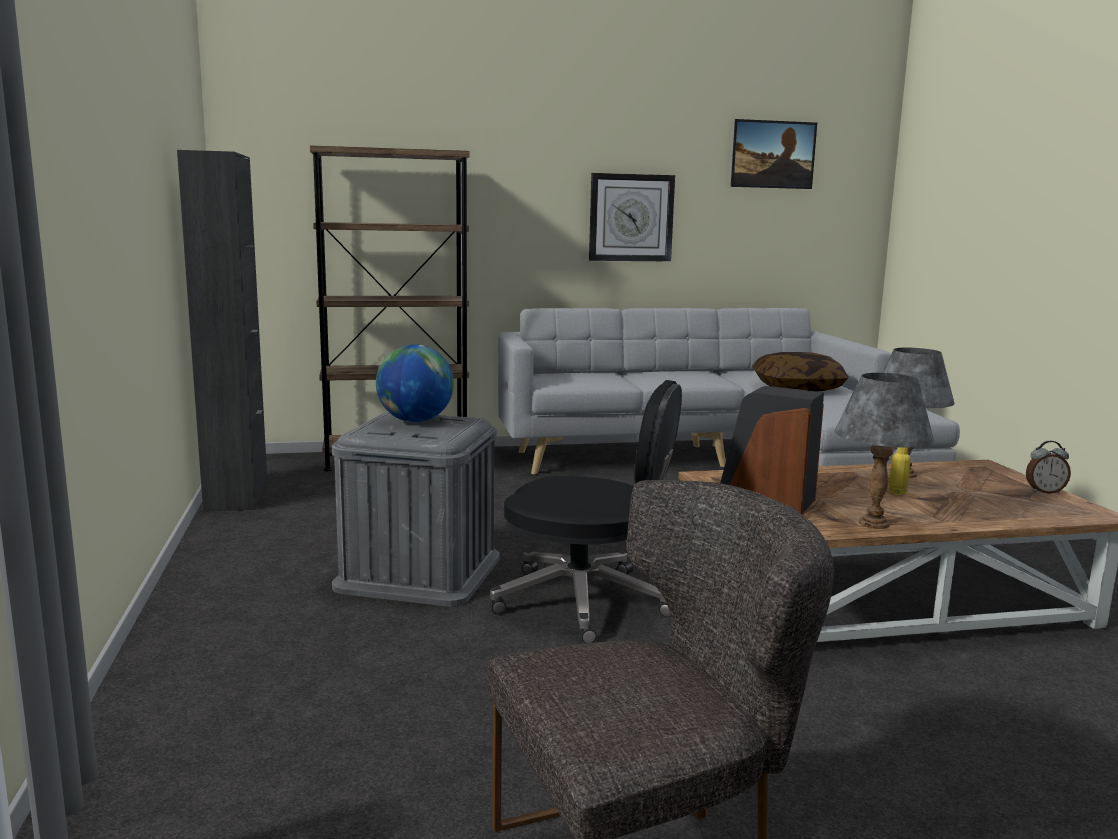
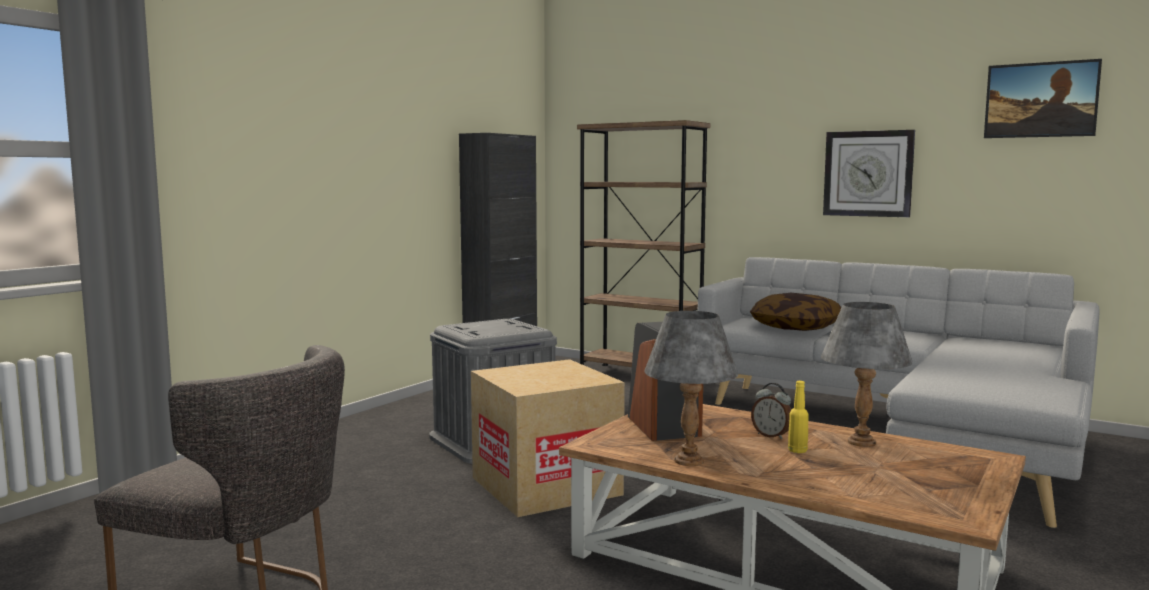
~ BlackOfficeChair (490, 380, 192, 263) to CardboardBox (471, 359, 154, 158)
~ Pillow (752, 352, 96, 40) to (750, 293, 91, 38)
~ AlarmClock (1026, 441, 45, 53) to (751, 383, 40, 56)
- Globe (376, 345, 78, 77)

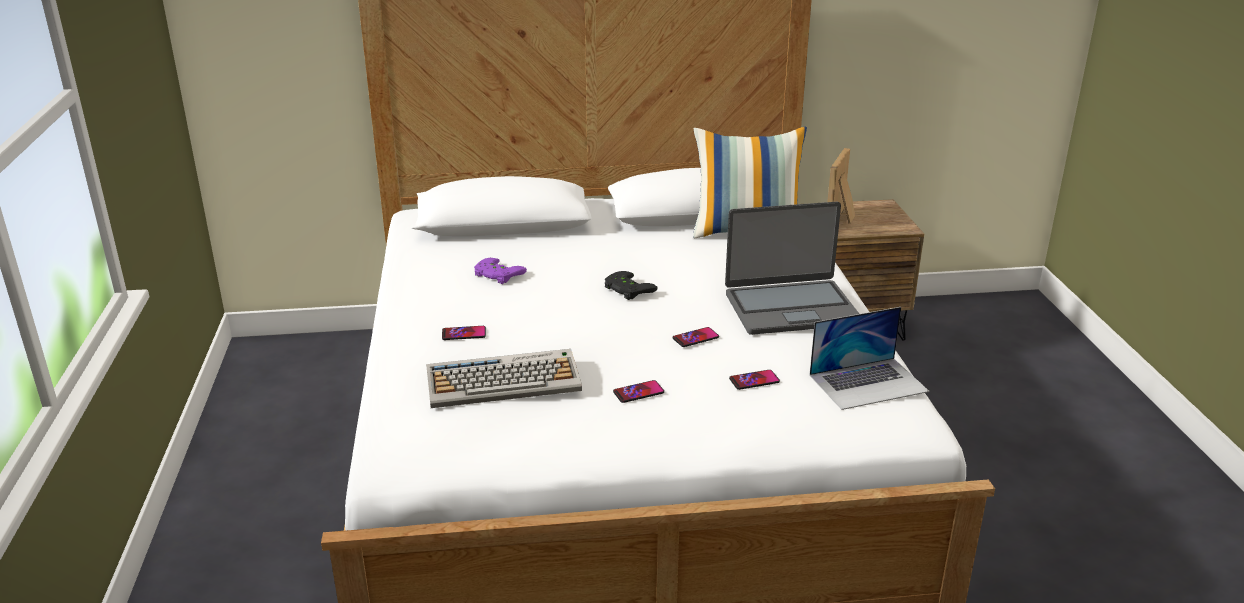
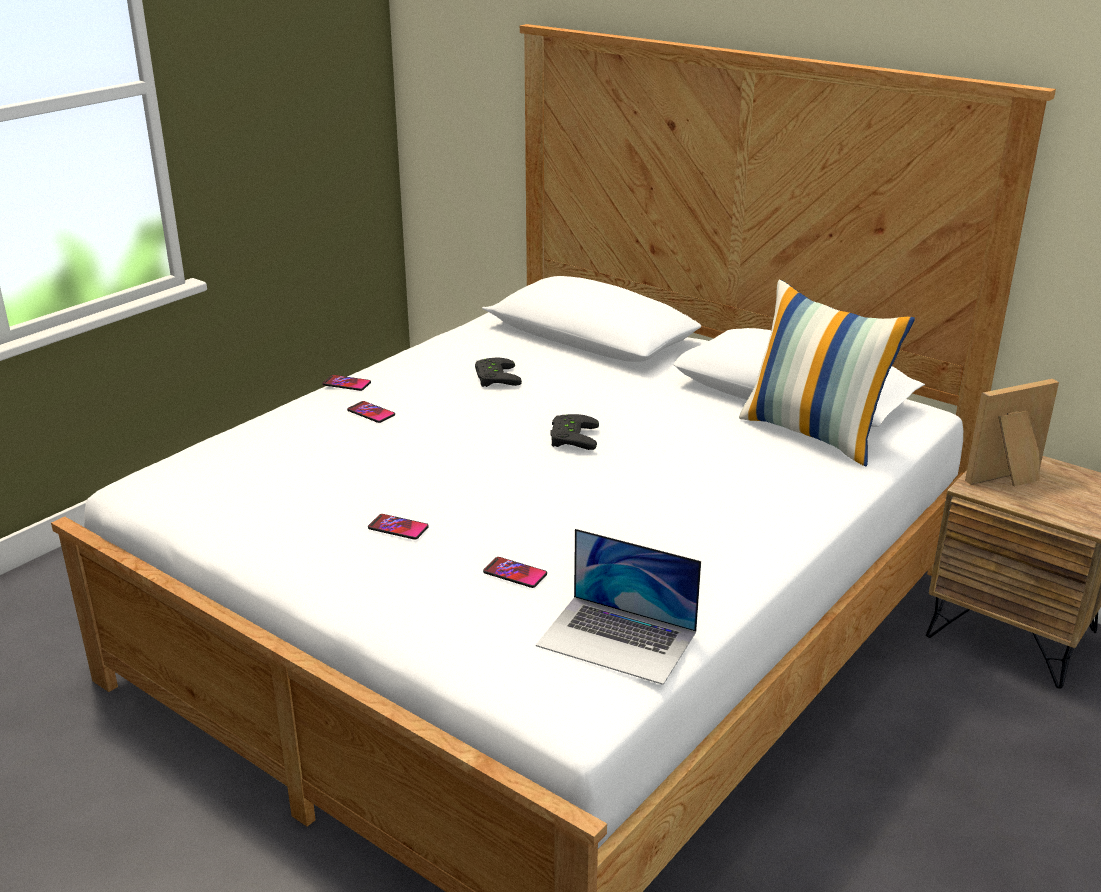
~ Phone (673, 327, 46, 20) to (322, 375, 49, 16)
~ PurpleGameController (474, 258, 53, 26) to BlackGameController (475, 358, 47, 29)
- Keyboard (426, 349, 156, 59)
- Laptop (725, 202, 134, 133)

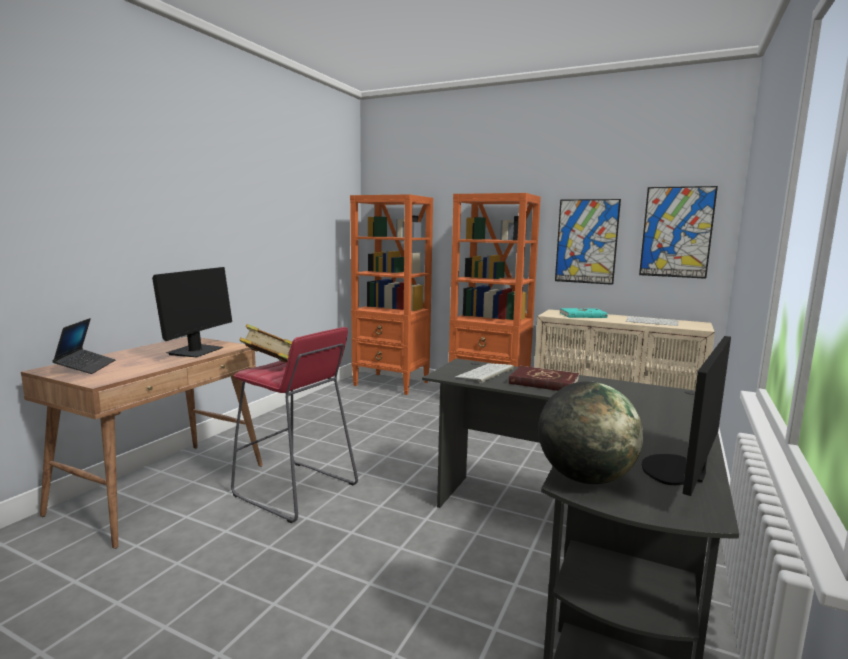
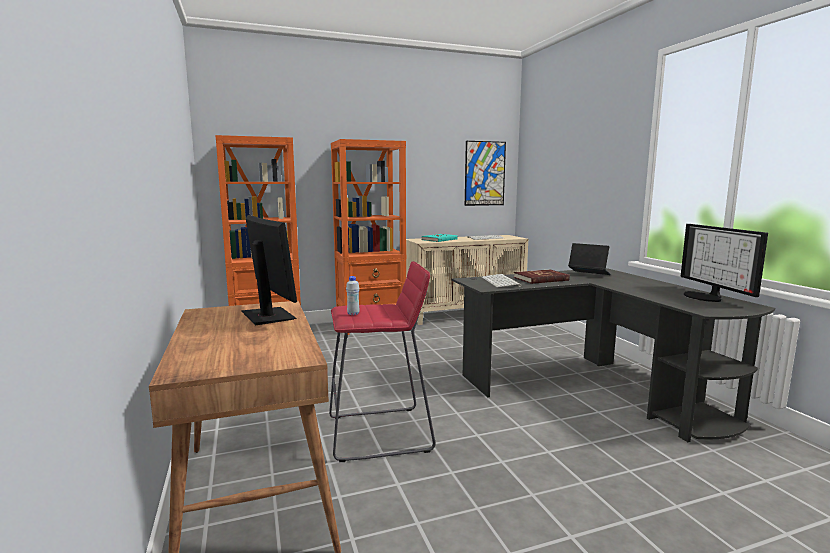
~ Book (240, 324, 52, 39) to WhiteBottle (346, 276, 13, 39)
~ Laptop (52, 318, 63, 56) to (568, 243, 43, 32)
- Globe (538, 381, 105, 103)
- Picture (555, 199, 66, 86)

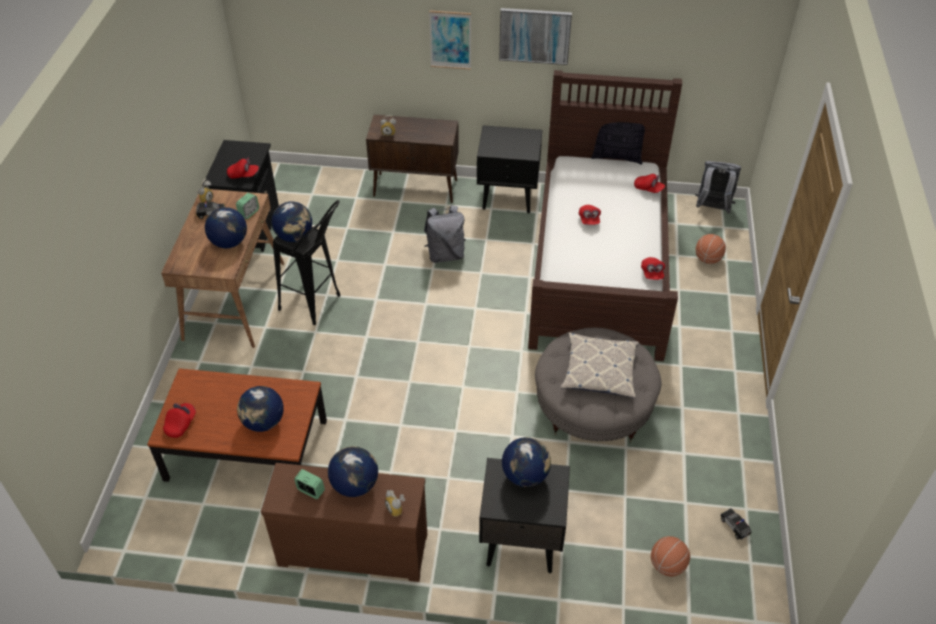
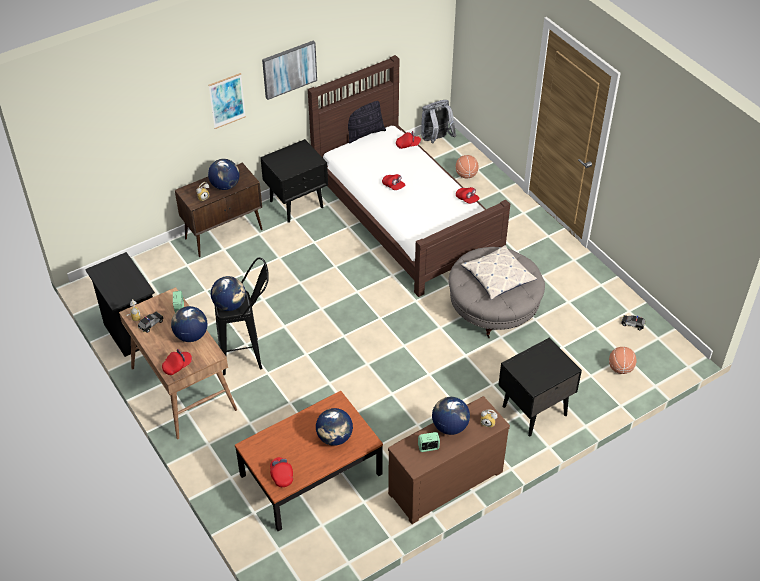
~ RedCap (227, 158, 32, 21) to (162, 349, 30, 26)
~ Globe (502, 437, 49, 50) to (208, 159, 32, 31)
- GreyBackpack (424, 205, 42, 58)

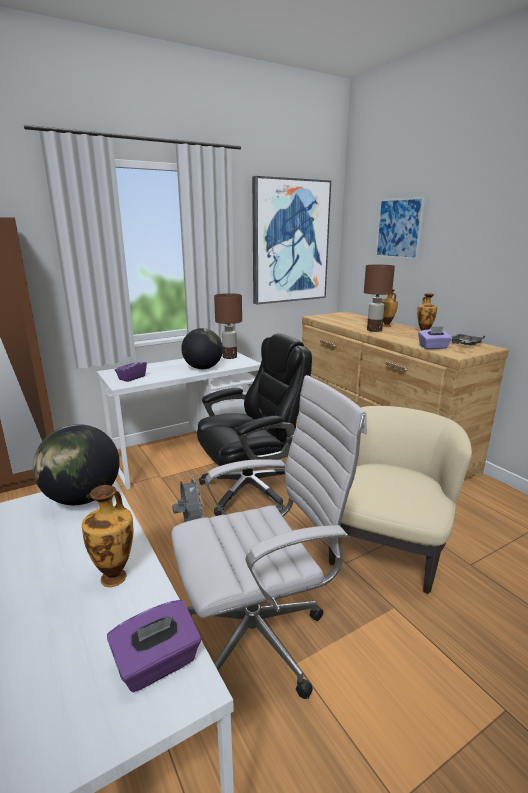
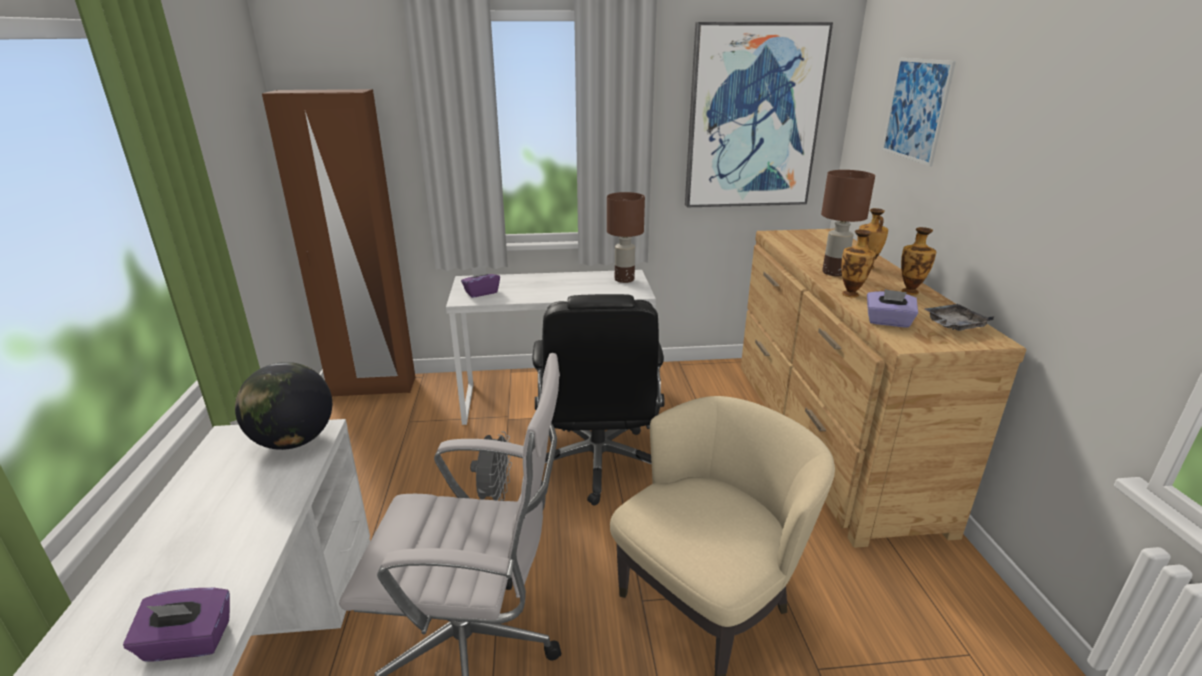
~ BlackOfficeChair (197, 333, 115, 183) = (532, 294, 133, 212) 90 degrees clockwise
~ Vase (82, 485, 51, 102) to (841, 229, 35, 68)
- Globe (181, 328, 42, 41)

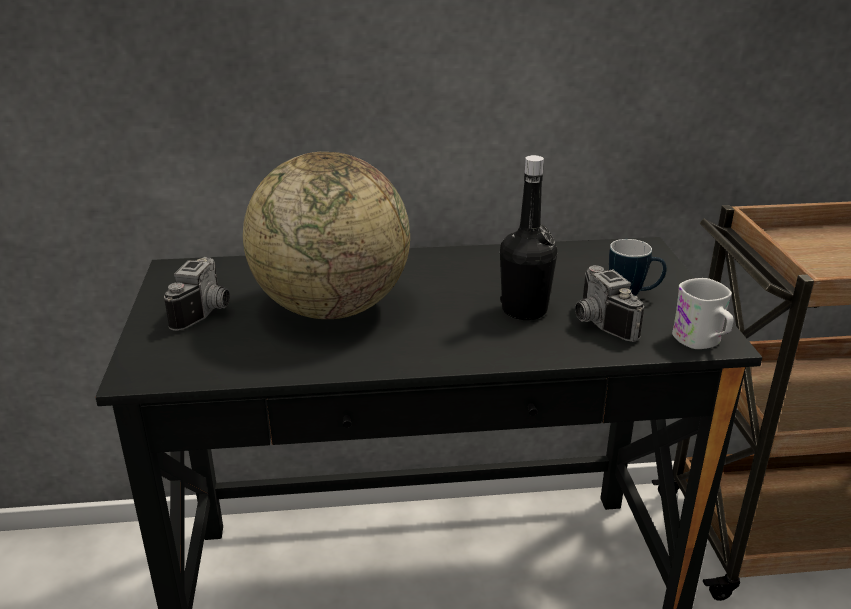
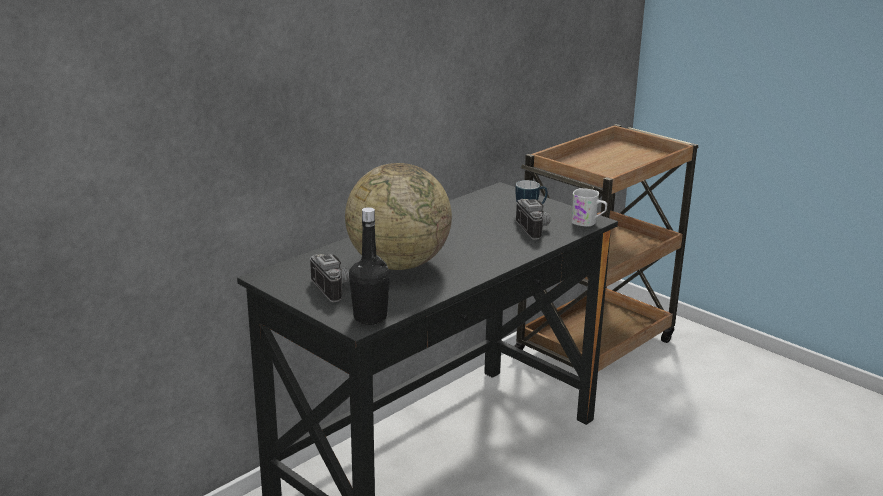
~ BlackBottle (500, 155, 57, 165) to (349, 207, 41, 118)
~ PhotoCamera (575, 265, 69, 77) = (516, 199, 35, 41) 135 degrees counterclockwise

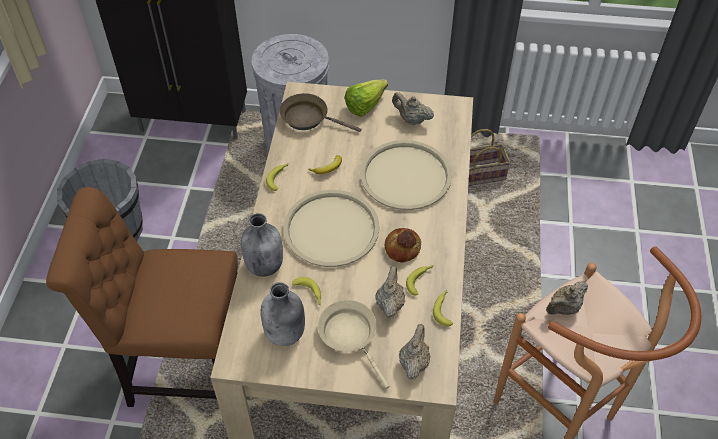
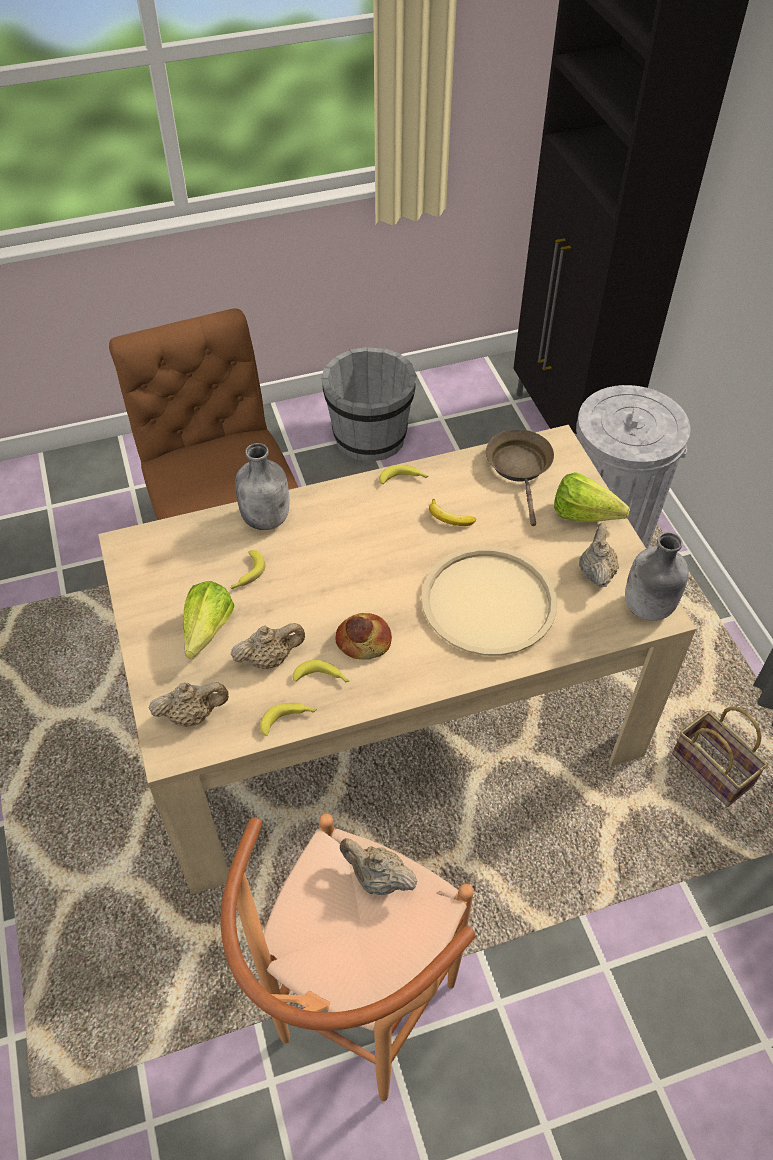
~ BeigeFryingPan (317, 300, 73, 89) to Lettuce (184, 581, 51, 78)
~ GreyBottle (260, 282, 45, 64) to (625, 532, 64, 89)
- BeigeTray (283, 190, 97, 77)

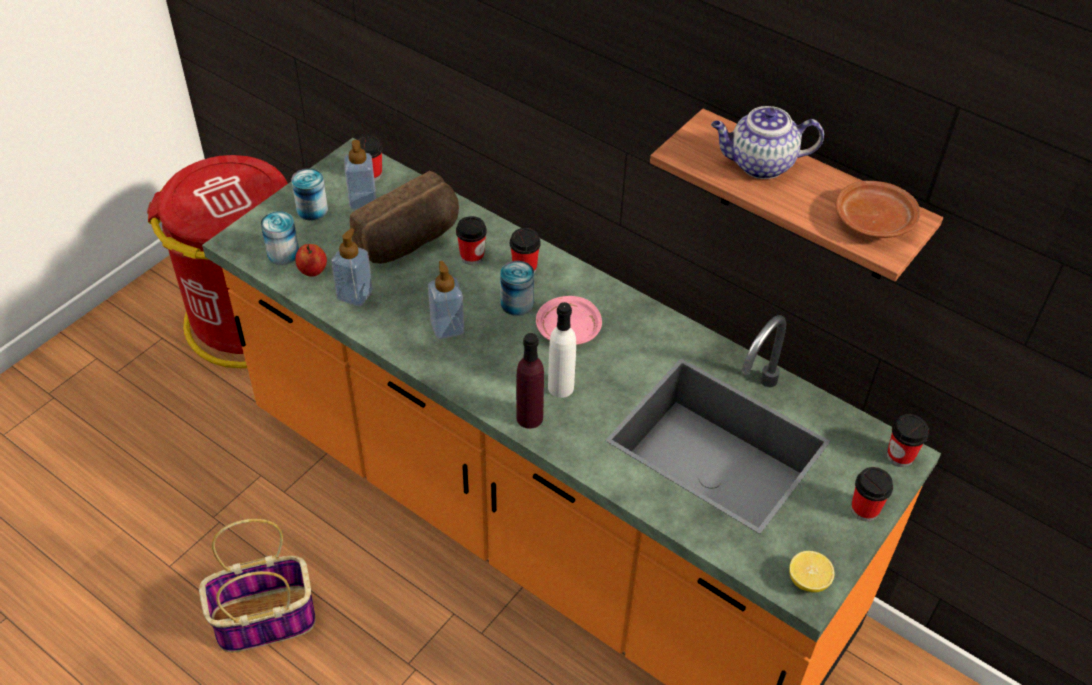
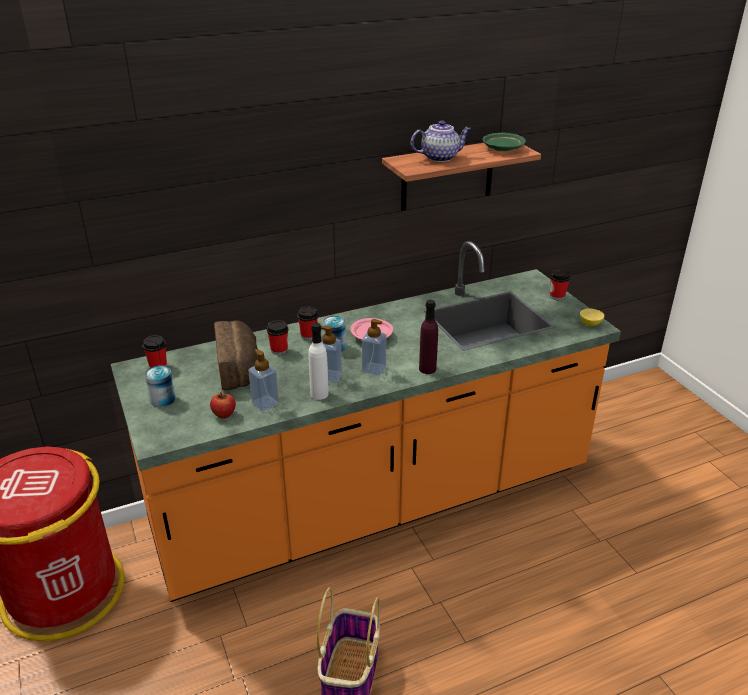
~ WhiteBottle (548, 302, 28, 96) to (308, 323, 21, 77)
~ SoapDispenser (344, 140, 32, 70) to (362, 319, 24, 56)
~ Teapot (711, 106, 113, 73) = (411, 120, 60, 42) 135 degrees counterclockwise
~ BrownPlate (836, 181, 85, 57) to GreenPlate (482, 133, 44, 18)
- Can (261, 211, 38, 54)
- Cup (887, 414, 42, 53)

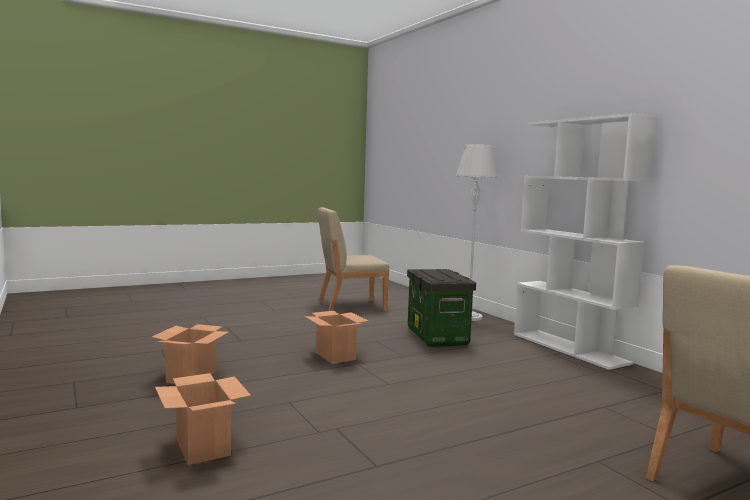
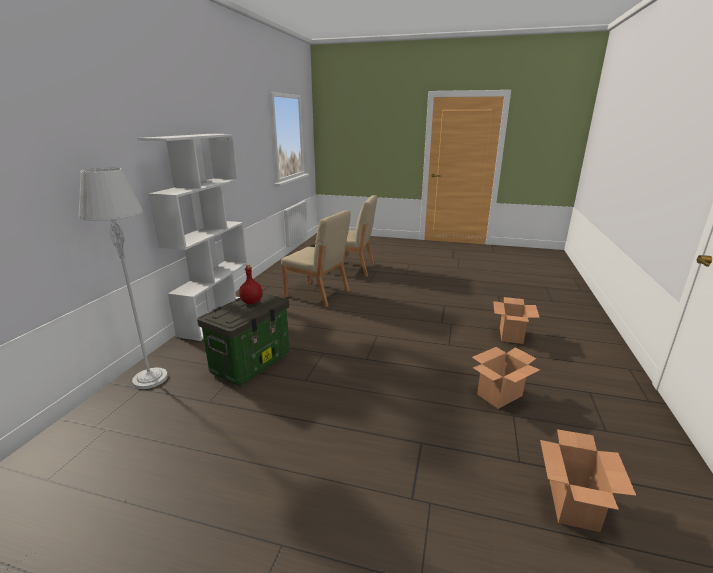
+ RedBottle (239, 264, 24, 40)
~ BeigeChair (318, 207, 72, 104) to (281, 211, 70, 96)
~ CardboardBox (304, 311, 64, 53) to (540, 429, 96, 103)

